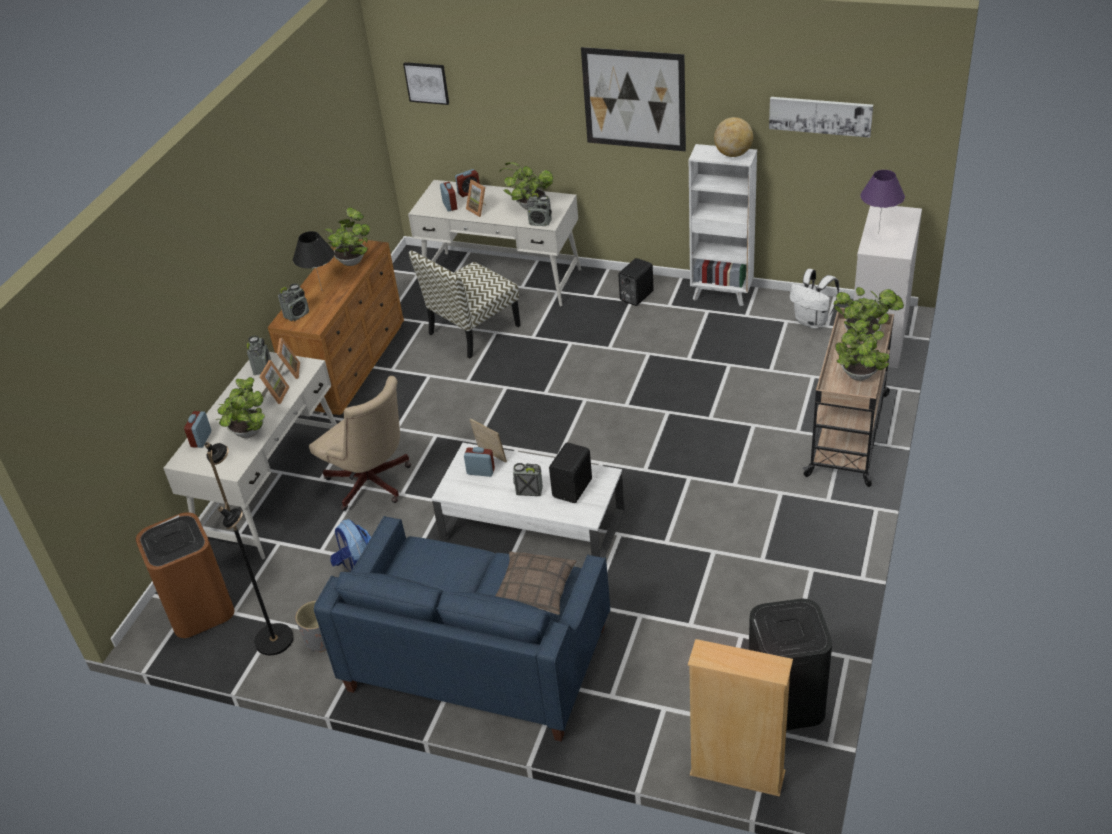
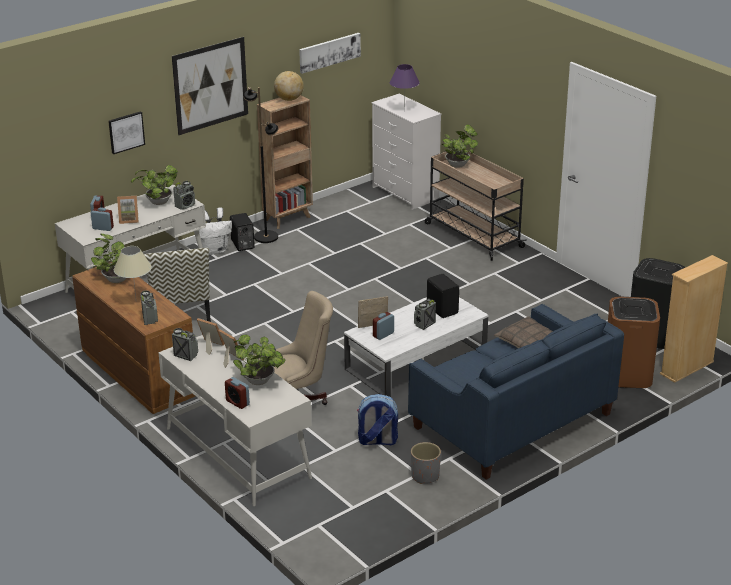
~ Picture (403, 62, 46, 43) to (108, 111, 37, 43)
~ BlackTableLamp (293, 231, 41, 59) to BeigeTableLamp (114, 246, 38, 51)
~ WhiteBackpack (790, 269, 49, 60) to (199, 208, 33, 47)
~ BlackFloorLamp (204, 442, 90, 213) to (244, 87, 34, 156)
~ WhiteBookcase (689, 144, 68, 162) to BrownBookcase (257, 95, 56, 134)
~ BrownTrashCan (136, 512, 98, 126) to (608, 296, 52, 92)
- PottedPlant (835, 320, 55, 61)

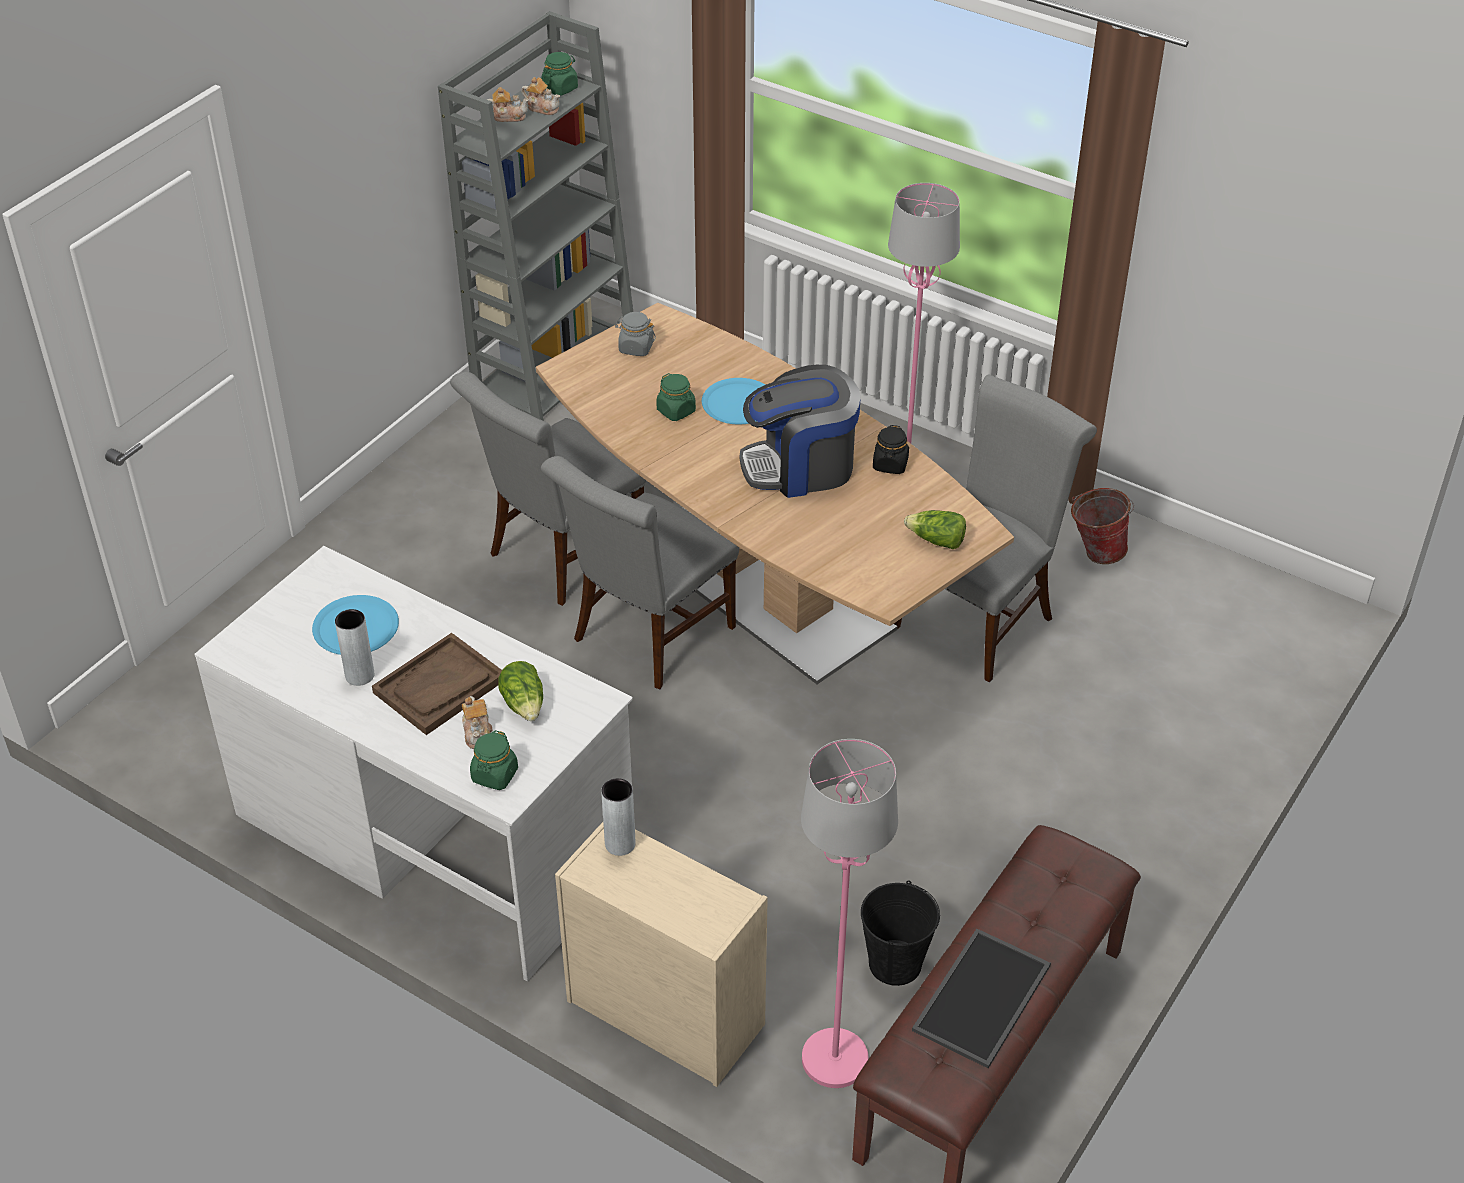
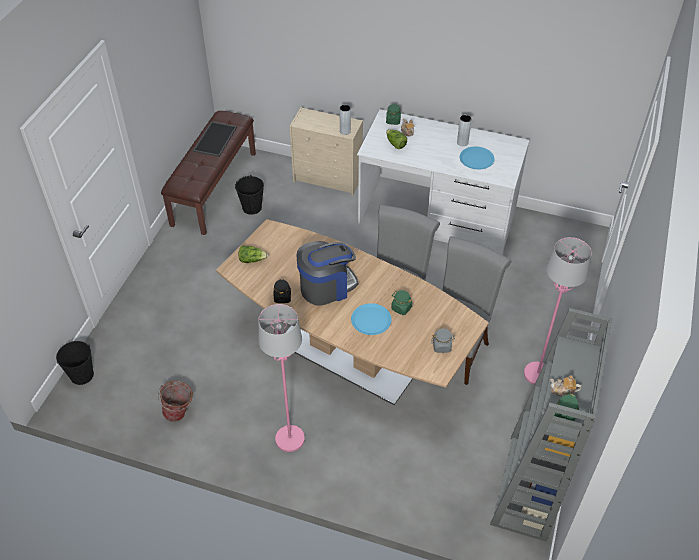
+ BlackBucket (56, 341, 38, 44)
~ PinkFloorLamp (801, 739, 97, 349) to (524, 237, 68, 148)
- BrownTray (372, 633, 130, 102)
- Teapot (487, 87, 43, 35)
- GreyChair (894, 374, 203, 308)

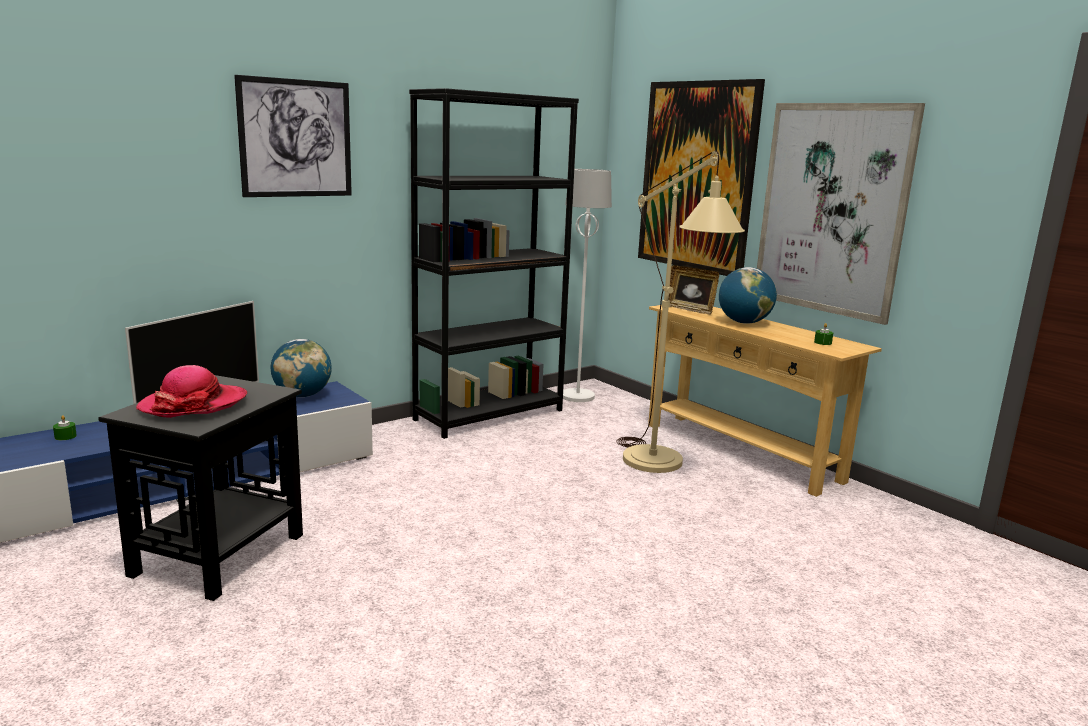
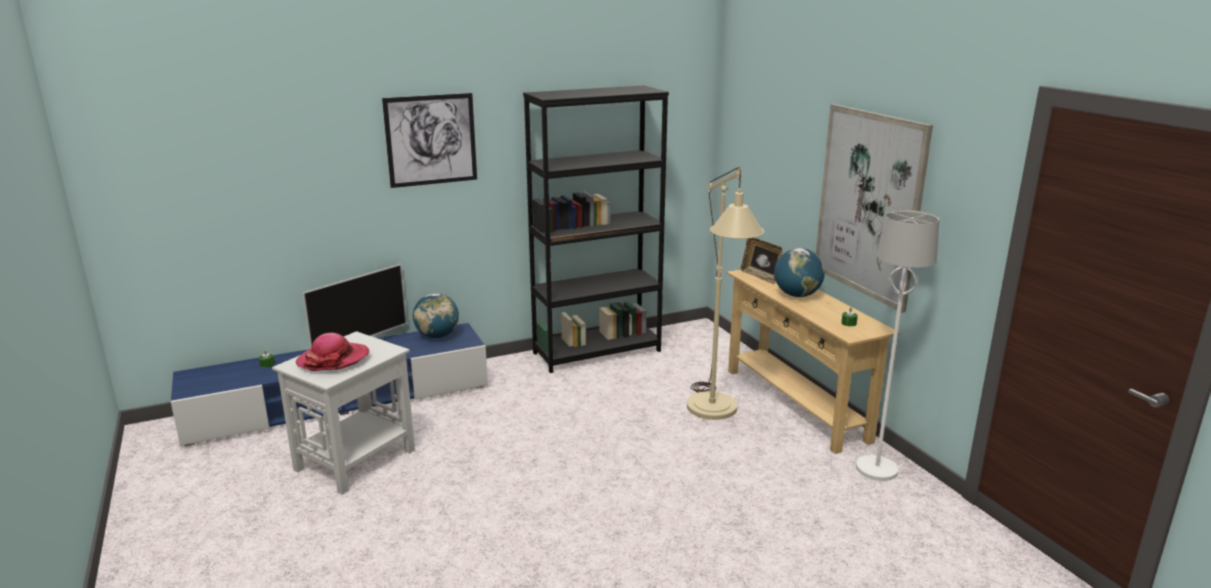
~ BlackSideTable (98, 375, 205, 226) to WhiteSideTable (272, 331, 143, 164)
~ WhiteFloorLamp (563, 169, 49, 233) to (856, 210, 83, 271)
- Picture (638, 79, 127, 197)

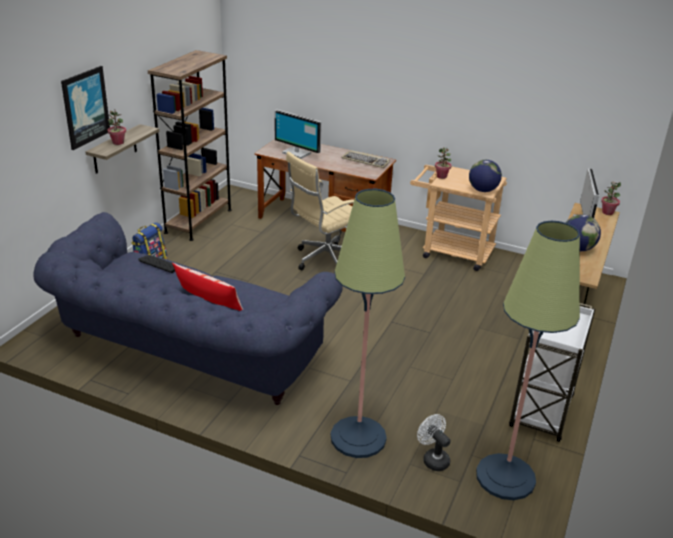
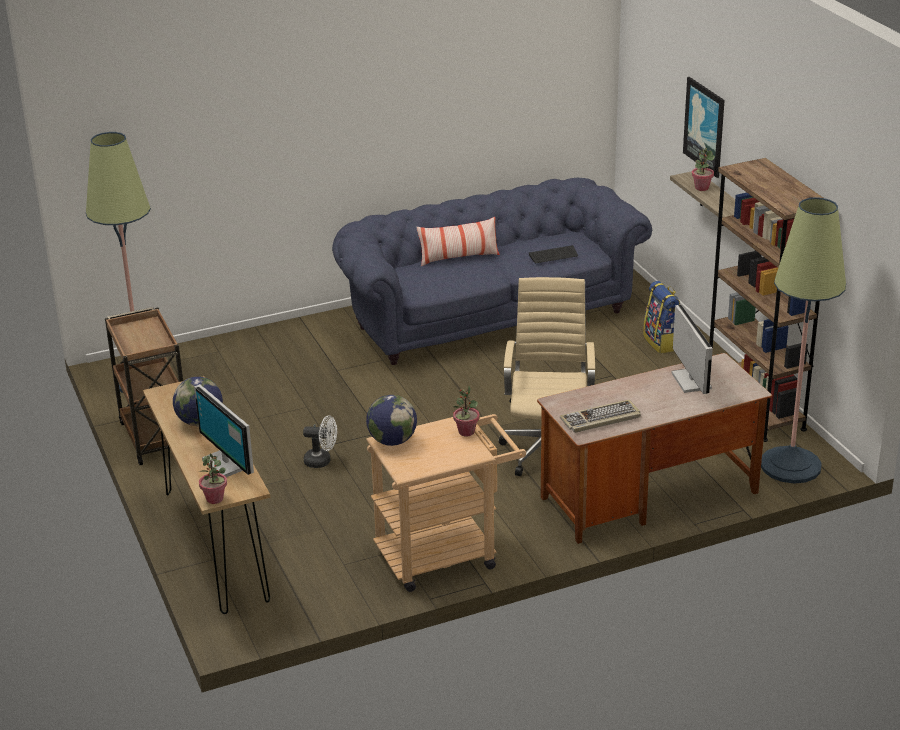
~ WhiteCart (509, 303, 86, 139) to BrownCart (105, 307, 78, 158)
~ WhiteFan (417, 414, 34, 57) to (303, 415, 34, 53)
~ Monitor (275, 110, 47, 49) = (671, 305, 42, 89) 90 degrees clockwise
~ FloorLamp (331, 189, 74, 269) to (761, 197, 85, 287)

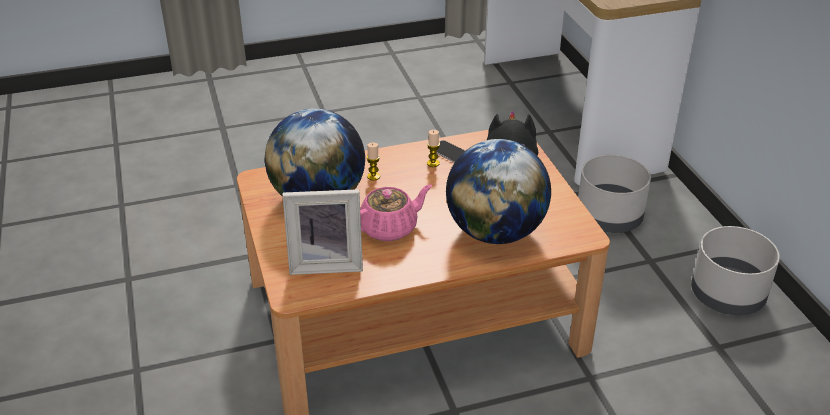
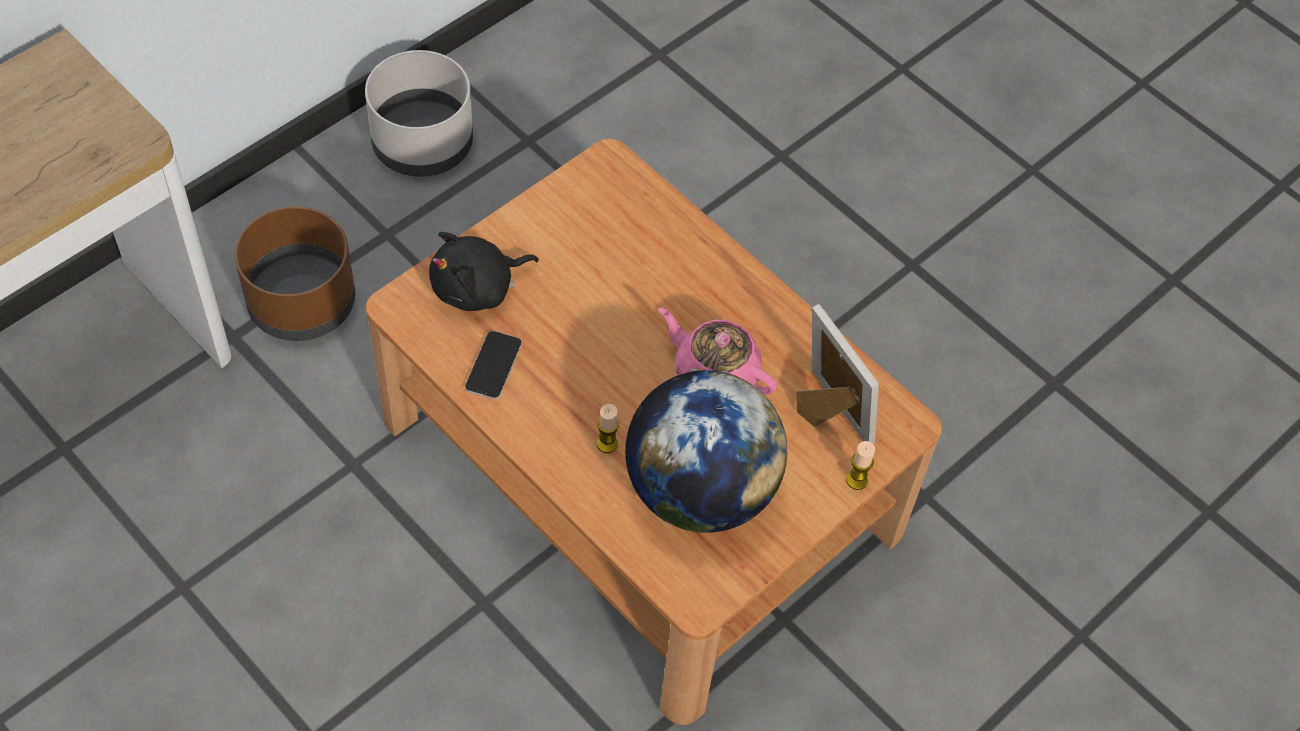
~ GreyPlanter (578, 155, 73, 78) to BrownPlanter (234, 206, 121, 135)
~ Candle (427, 130, 13, 37) to (846, 441, 29, 49)
- Globe (446, 139, 105, 105)

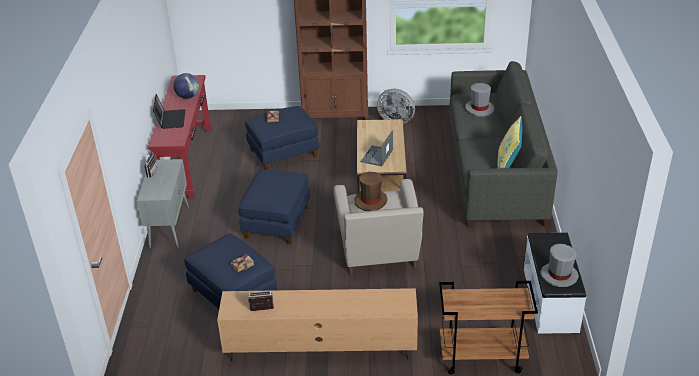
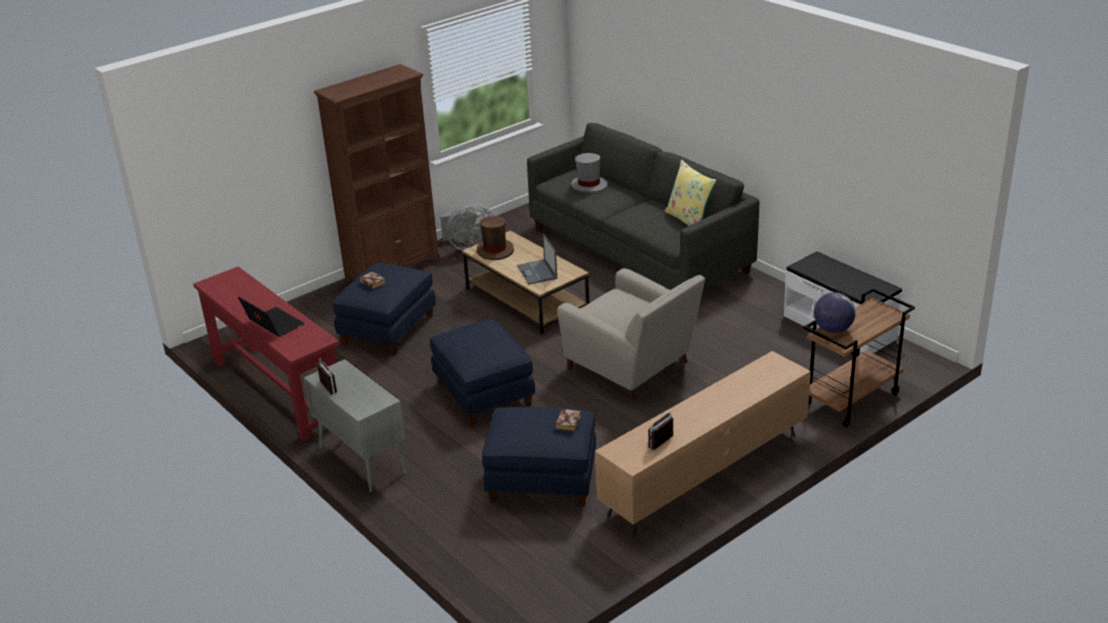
~ BrownHat (355, 172, 32, 39) to (477, 216, 37, 44)
~ Globe (173, 73, 26, 26) to (814, 292, 42, 41)
- GreyHat (540, 244, 39, 43)

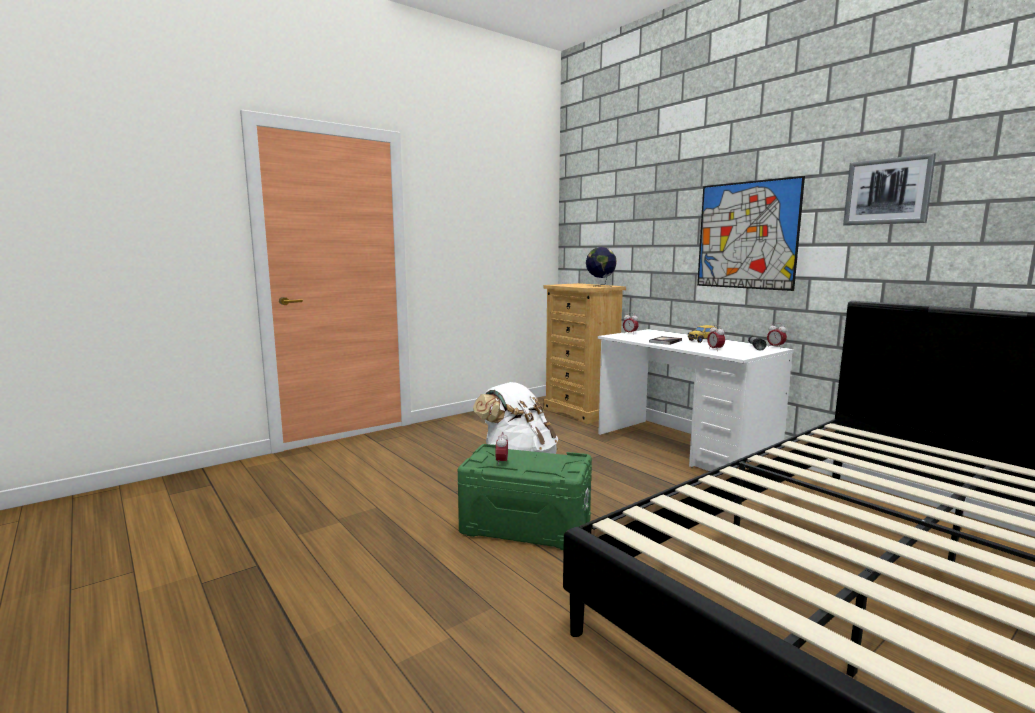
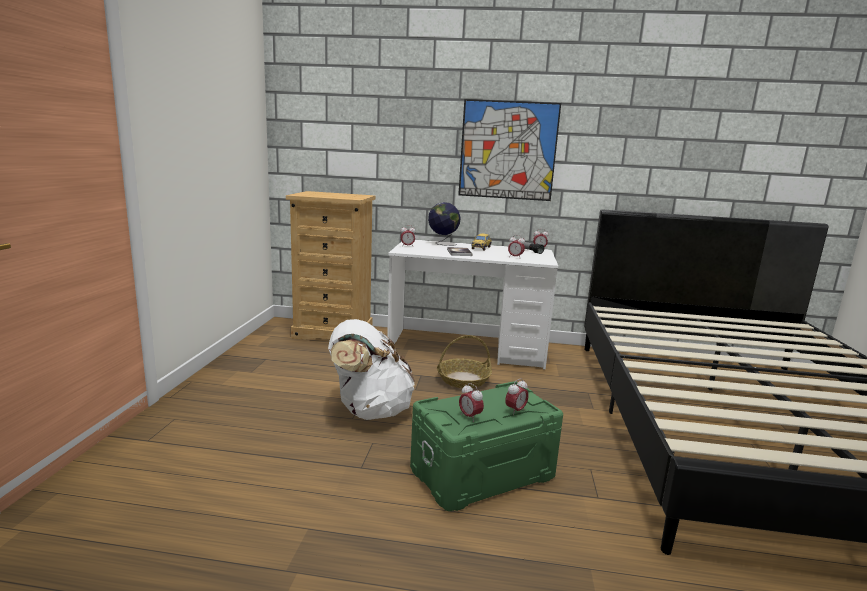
~ Globe (586, 247, 31, 40) to (428, 202, 33, 44)
+ Basket (437, 335, 55, 53)
+ AlarmClock (505, 378, 24, 37)
- Picture (843, 153, 93, 72)

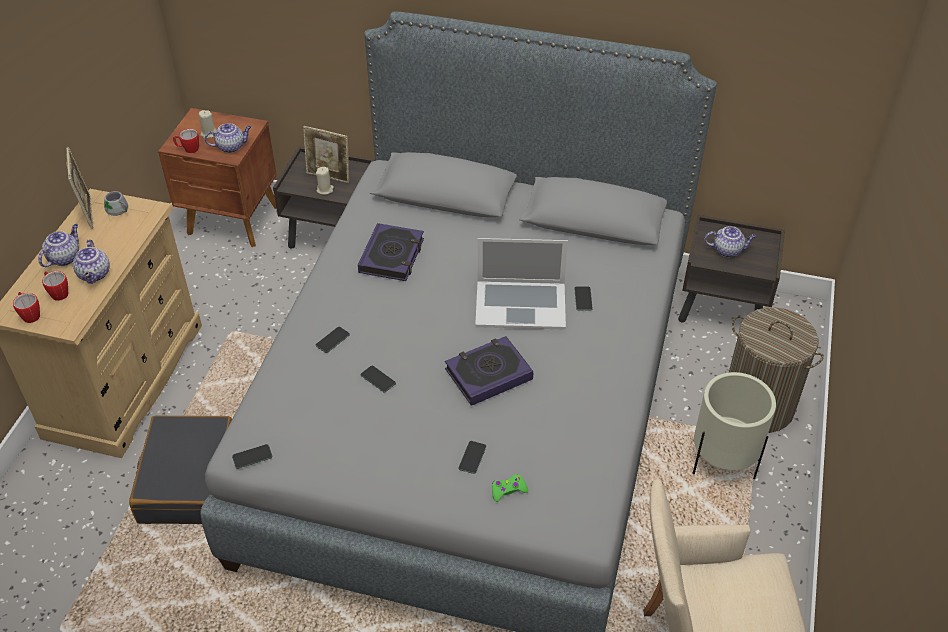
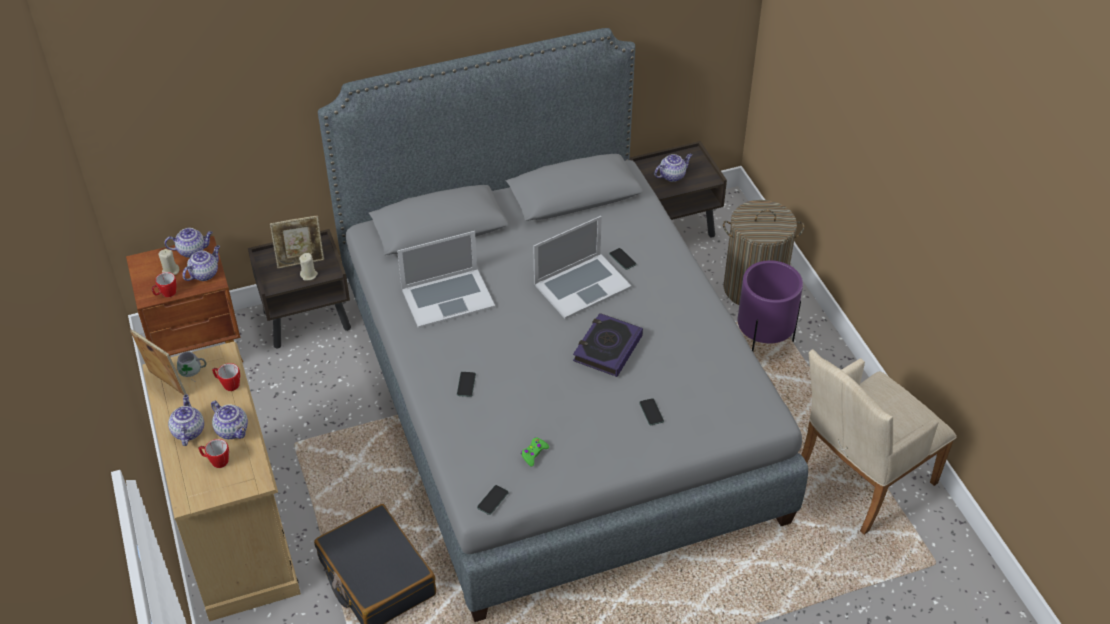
+ Teapot (164, 228, 49, 30)
~ Mug (13, 292, 27, 31) to (212, 363, 28, 28)
~ Book (358, 223, 66, 58) to Laptop (397, 231, 98, 98)
~ GreenGameController (492, 474, 36, 28) to (521, 438, 28, 29)
~ BeigePlanter (693, 372, 83, 108) to PurplePlanter (738, 260, 65, 91)
- Phone (361, 366, 35, 26)

